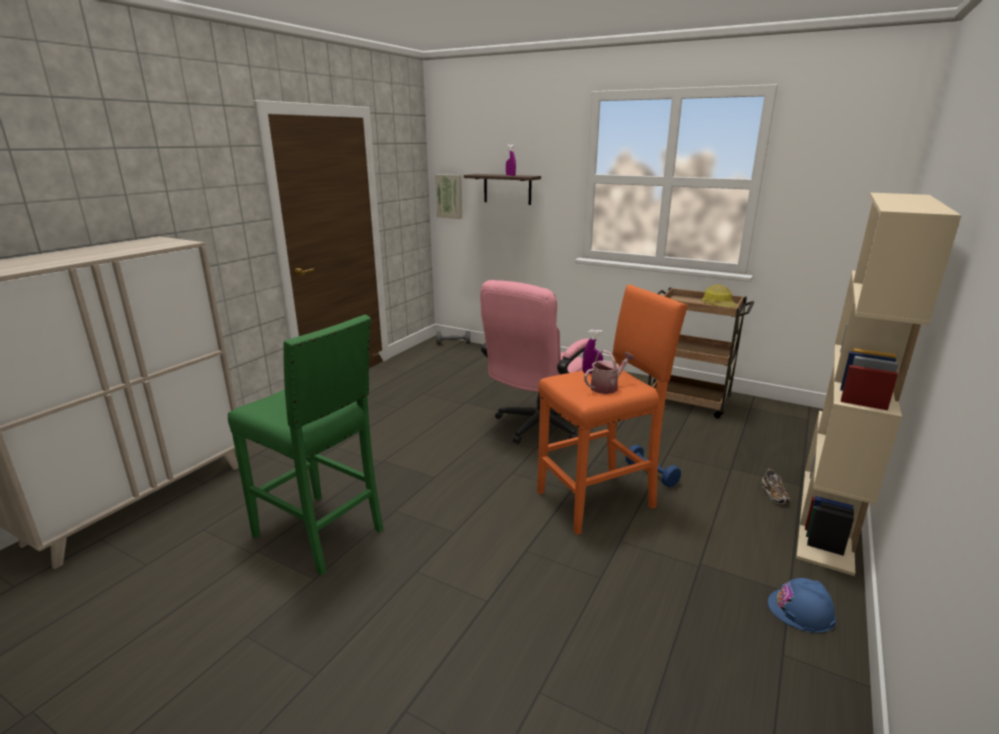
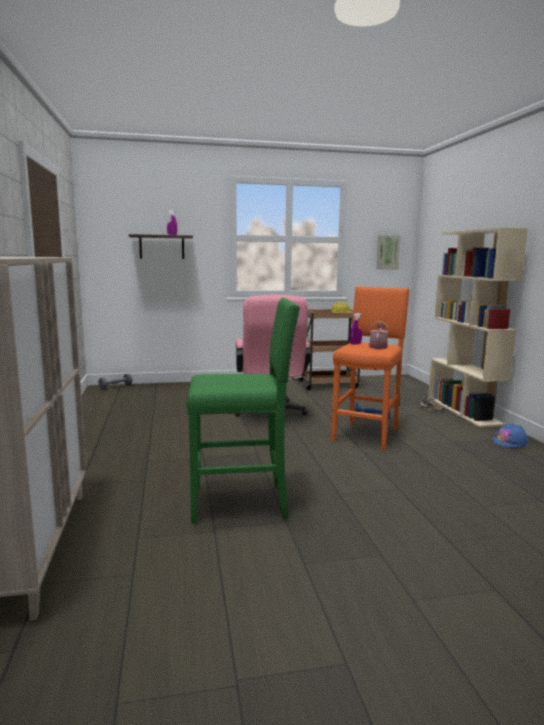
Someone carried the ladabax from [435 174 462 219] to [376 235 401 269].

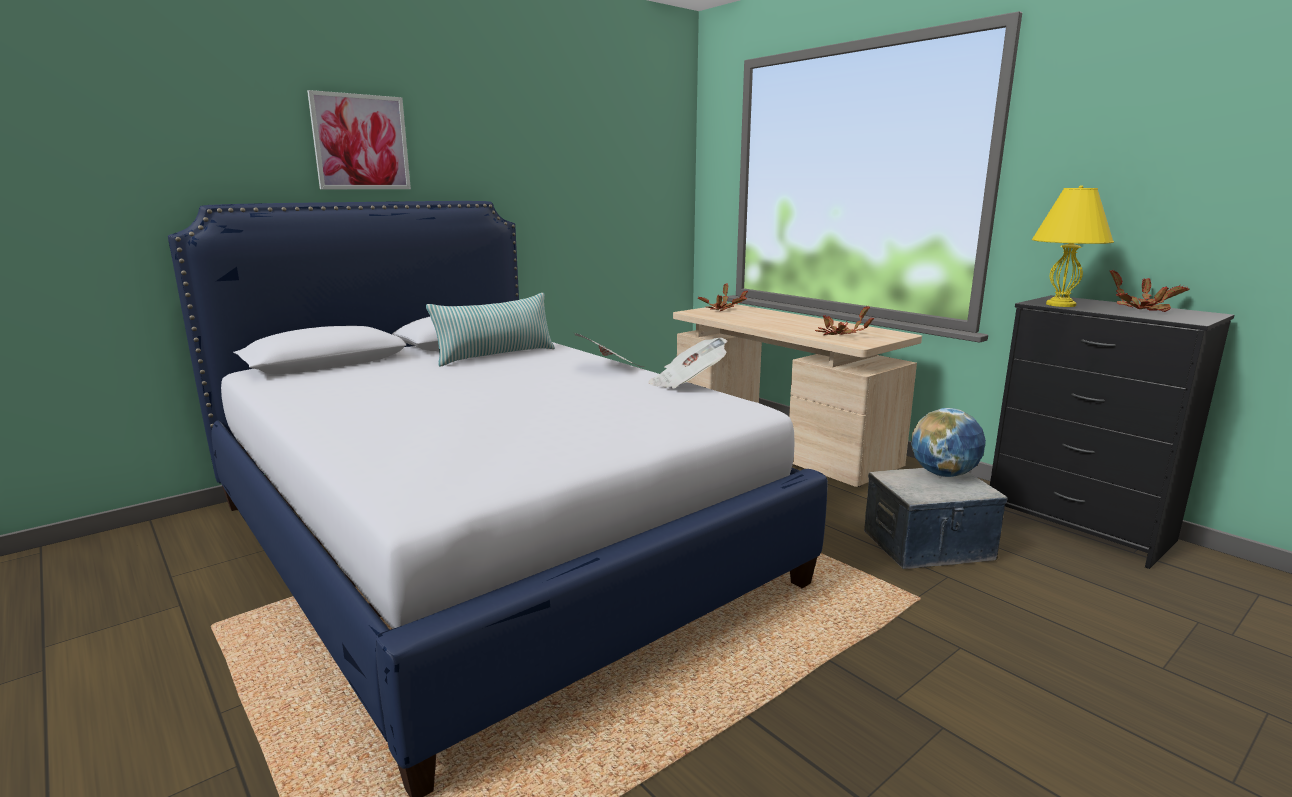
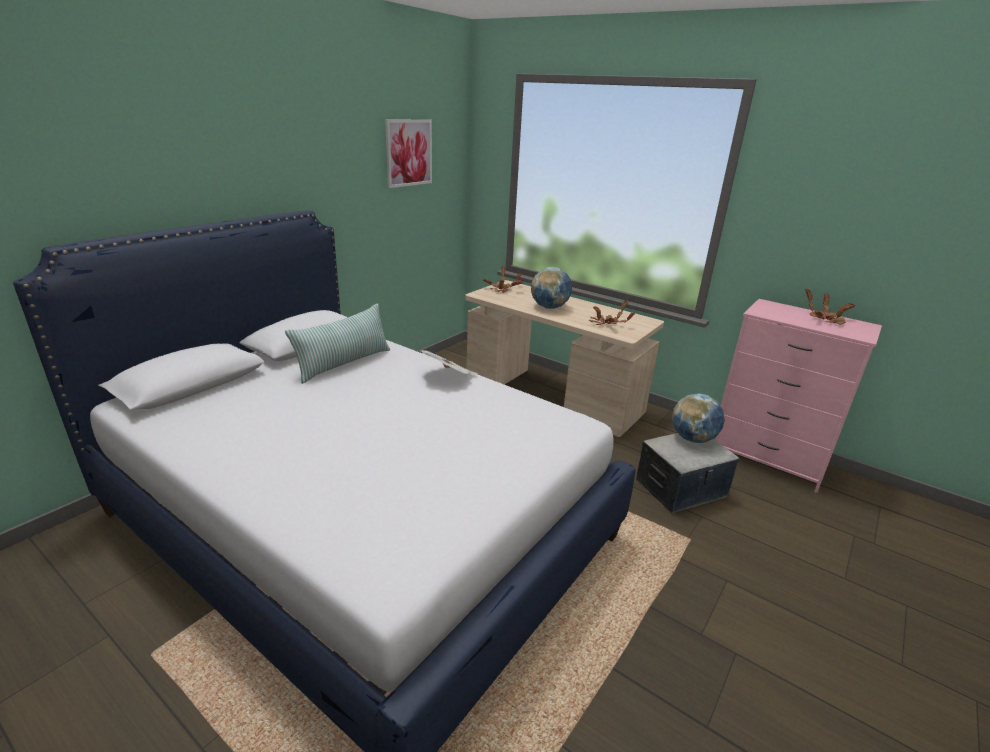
Someone carried the ladabax from [307 90 411 189] to [385 120 432 188]. Someone took away the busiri at [649 338 728 389]. Someone repainted the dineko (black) at [990 295 1234 569], which became the dineko (pink) at [714 299 882 493]. Someone took away the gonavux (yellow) at [1032 185 1114 307]. Someone put down the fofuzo at [531 267 572 309].

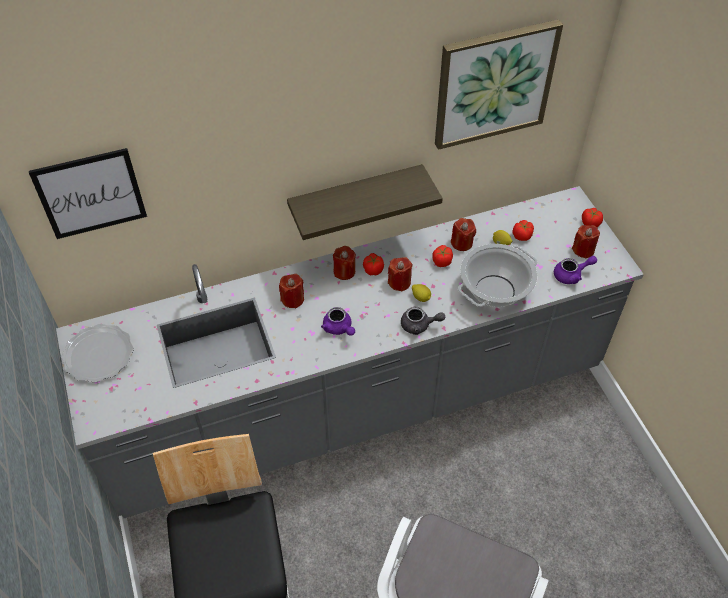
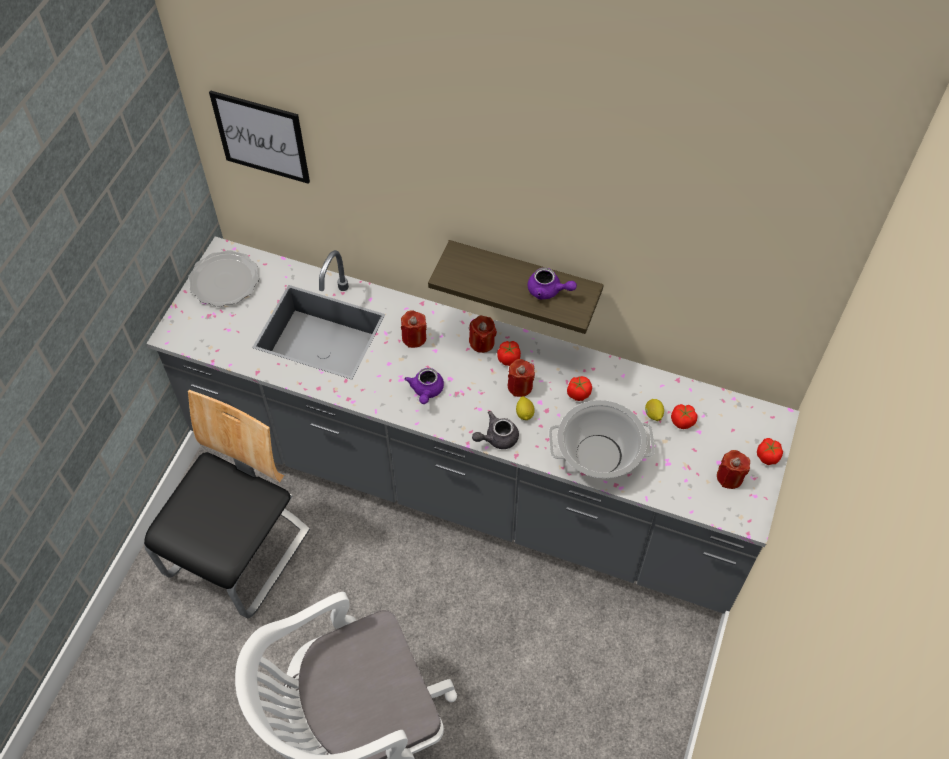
Someone rotated the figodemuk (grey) at [401 307 445 335] by 105 degrees clockwise. Someone took away the ladabax at [435 19 563 150]. Someone took away the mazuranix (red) at [451 218 476 251]. Someone carried the figodemuk (purple) from [554 256 597 284] to [528 268 577 300].

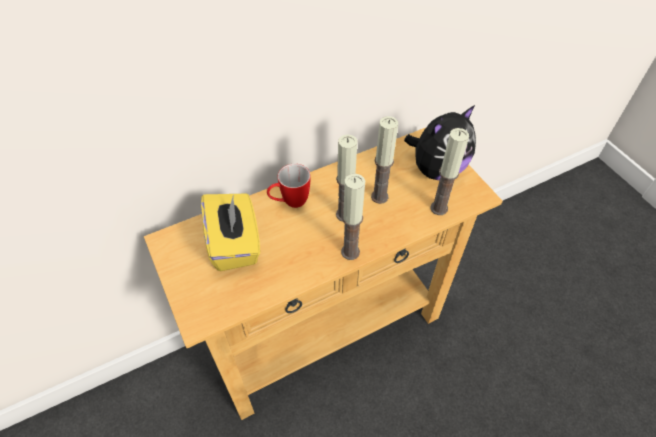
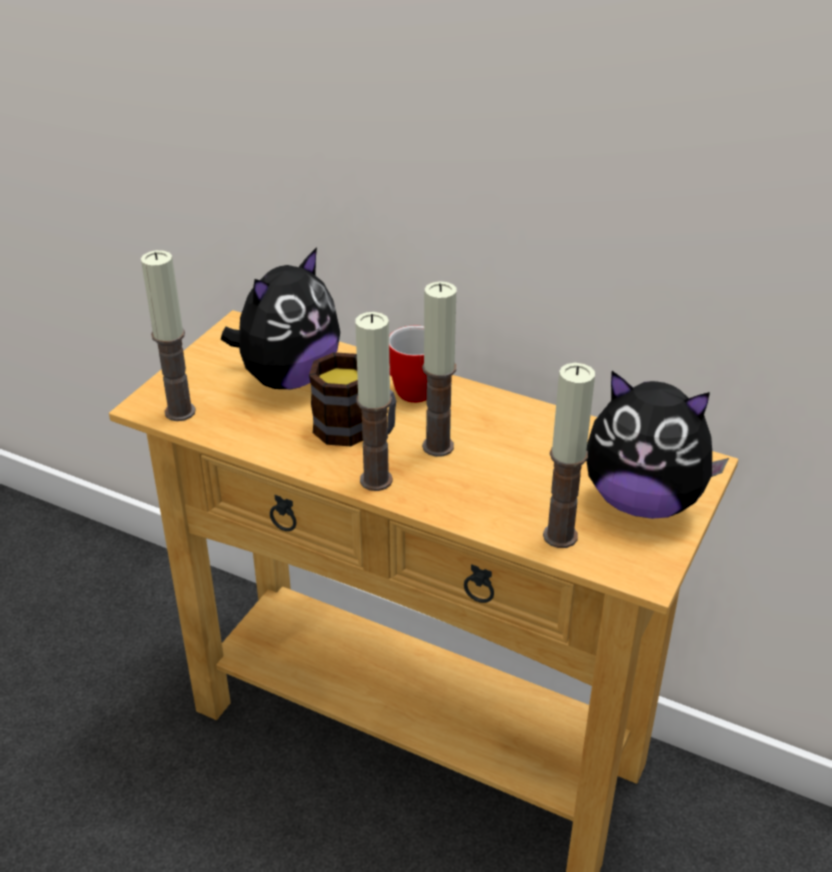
Someone swapped the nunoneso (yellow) at [201 194 260 271] for the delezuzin at [221 247 340 389]. Someone carried the mazuranix from [371 116 398 204] to [141 250 196 421]. Someone put down the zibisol at [309 352 396 446].

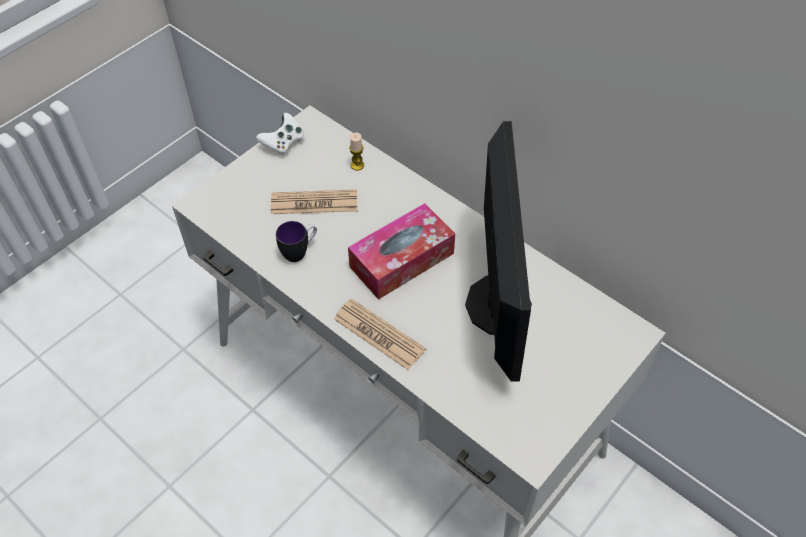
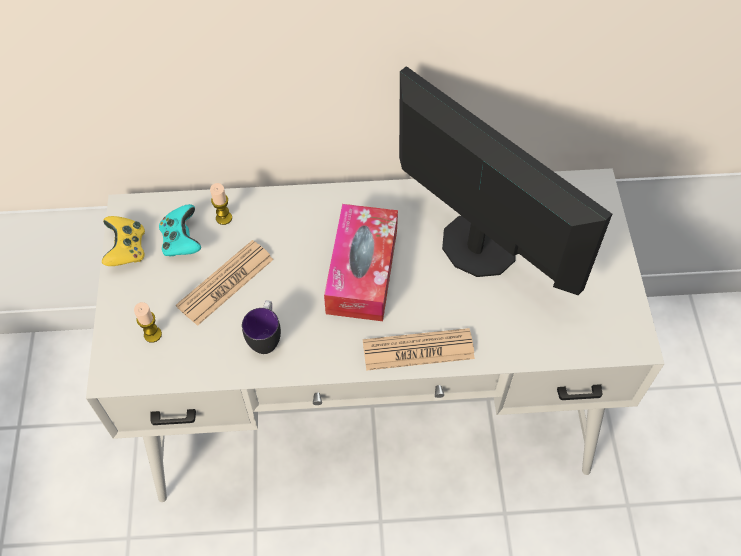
Someone repainted the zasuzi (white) at [256 113 304 155], which became the zasuzi (yellow) at [102 216 145 266]. Someone put down the mazuranix at [134 302 162 343]. Someone put down the zasuzi (turquoise) at [159 204 201 257].

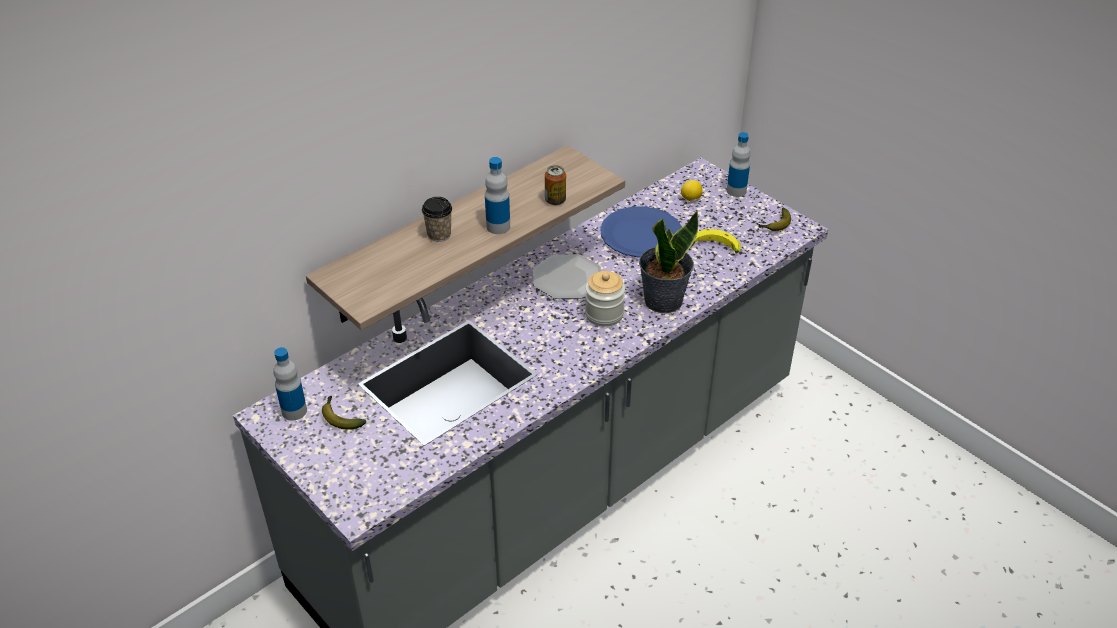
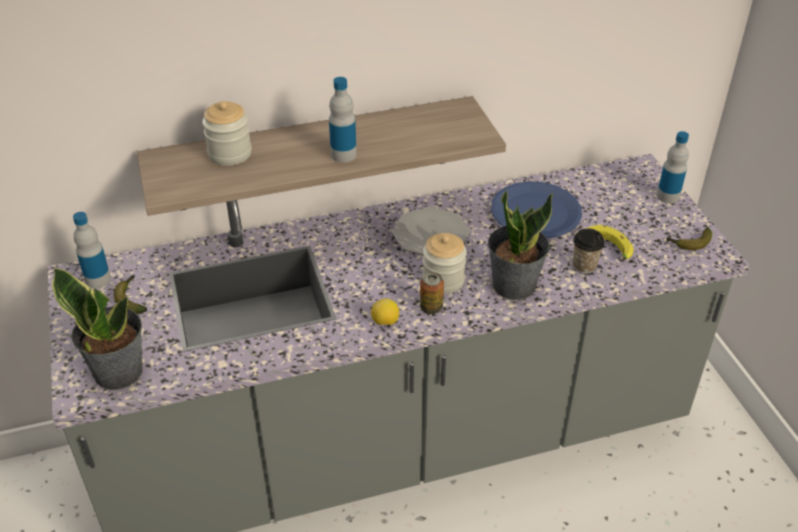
Someone carried the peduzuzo from [422 197 452 242] to [573 228 605 274]. Someone carried the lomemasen from [545 165 566 205] to [420 272 444 314]. Someone carried the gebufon from [681 180 703 201] to [371 298 399 325]. Someone put down the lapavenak at [52 267 143 390]. Someone put down the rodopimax at [202 101 252 166].

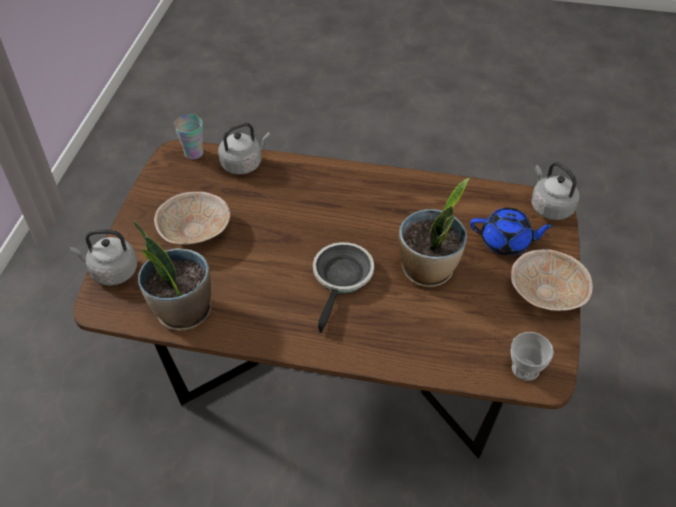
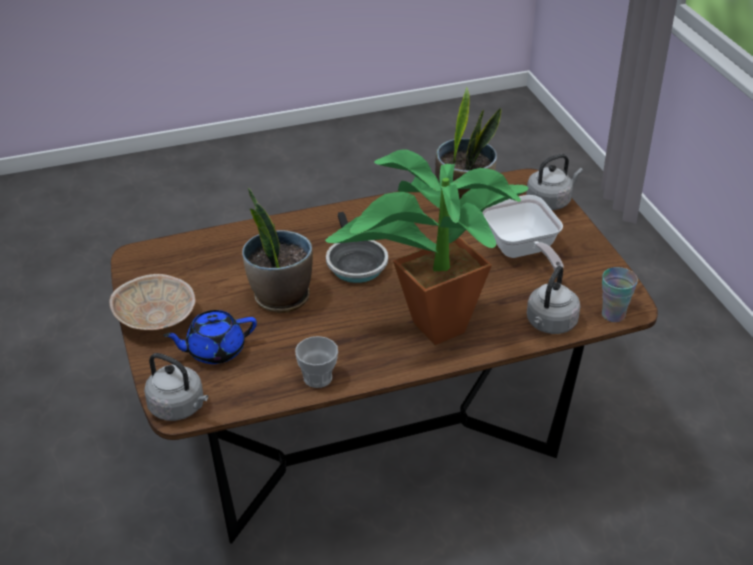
Someone swapped the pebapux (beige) at [154 191 230 245] for the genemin at [482 195 564 270]. Someone carried the peduzuzo from [511 332 554 381] to [295 336 338 388]. Someone put down the lapavenak at [325 149 528 345].

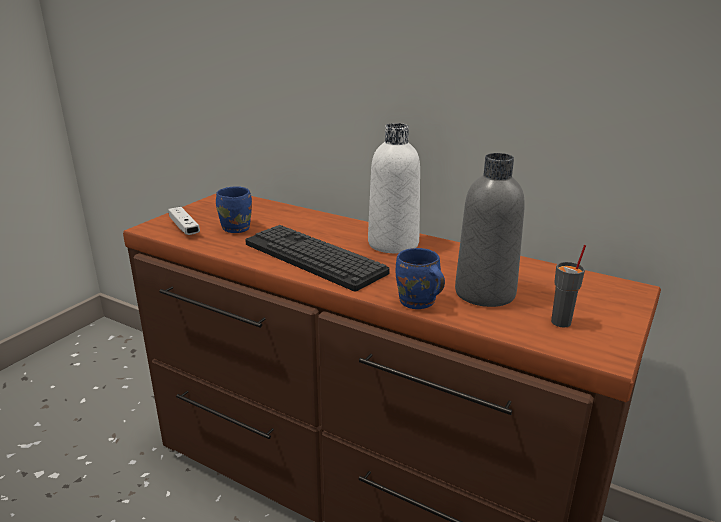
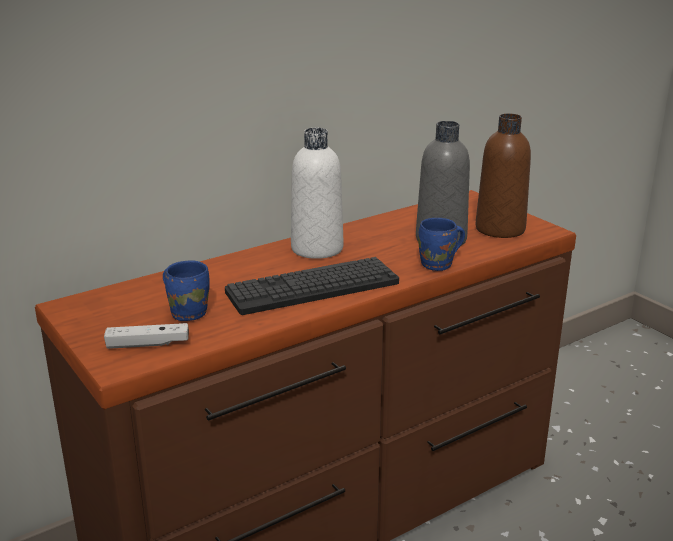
Someone swapped the peduzuzo (grey) at [551 245 586 328] for the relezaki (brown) at [476 114 531 238].

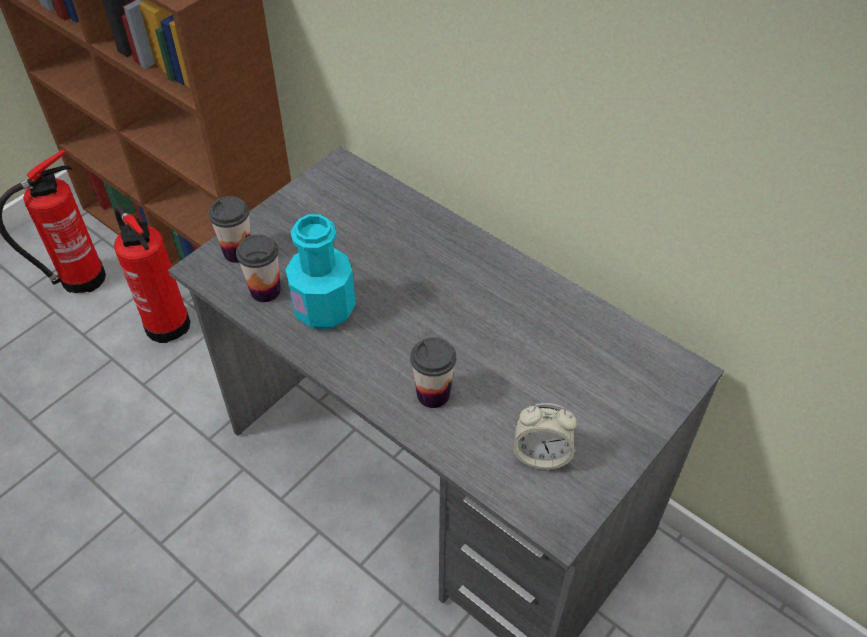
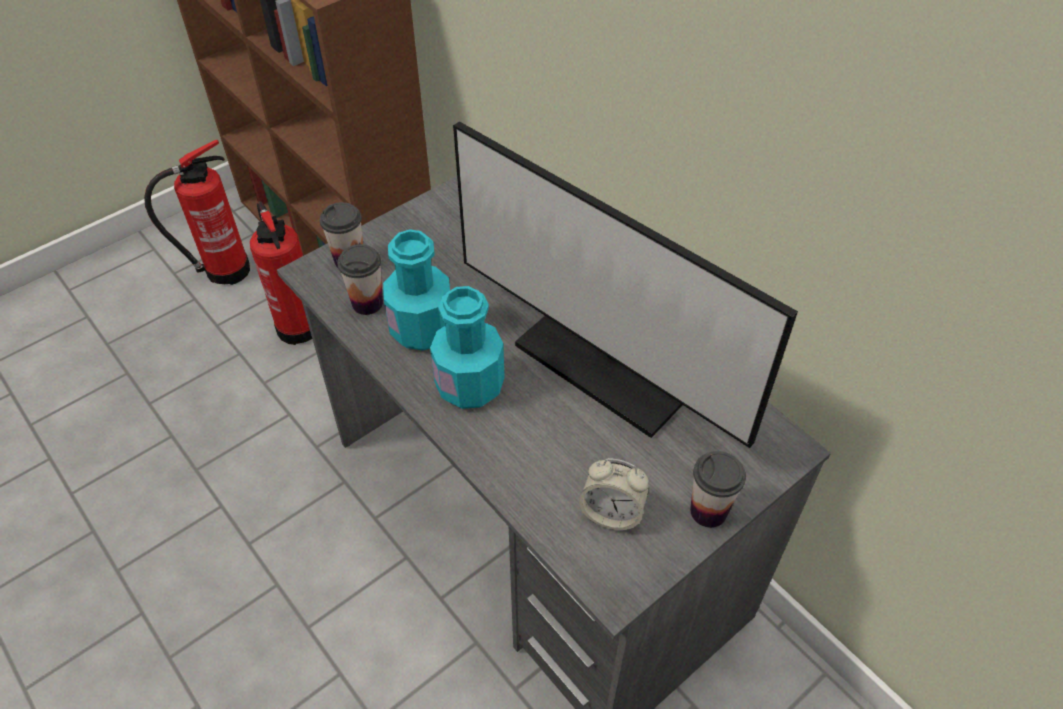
Someone carried the peduzuzo from [410 337 456 408] to [690 451 746 528]. Someone put down the relezaki (turquoise) at [430 286 505 409]. Someone put down the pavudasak at [453 121 798 448].

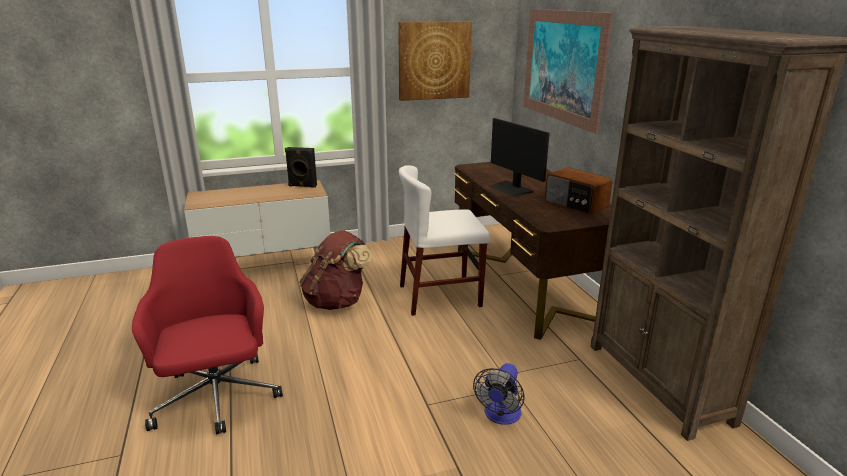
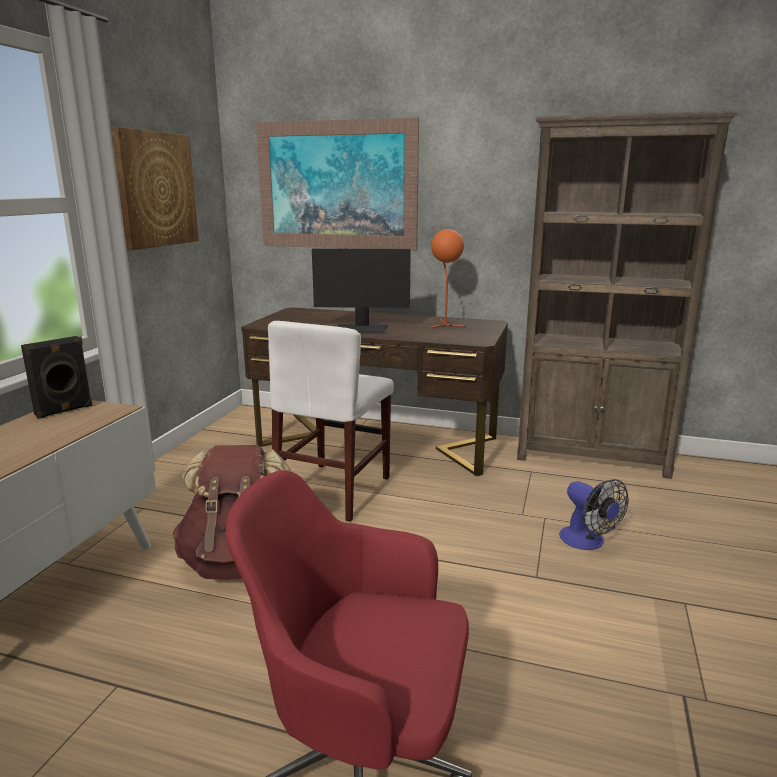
Someone swapped the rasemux at [544 167 613 215] for the gonavux (orange) at [430 229 465 328].

